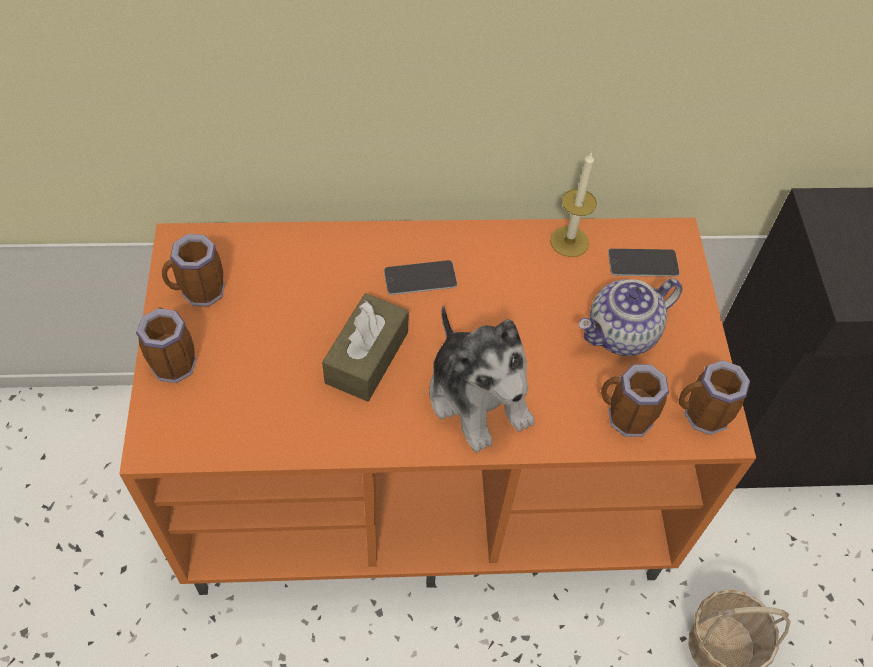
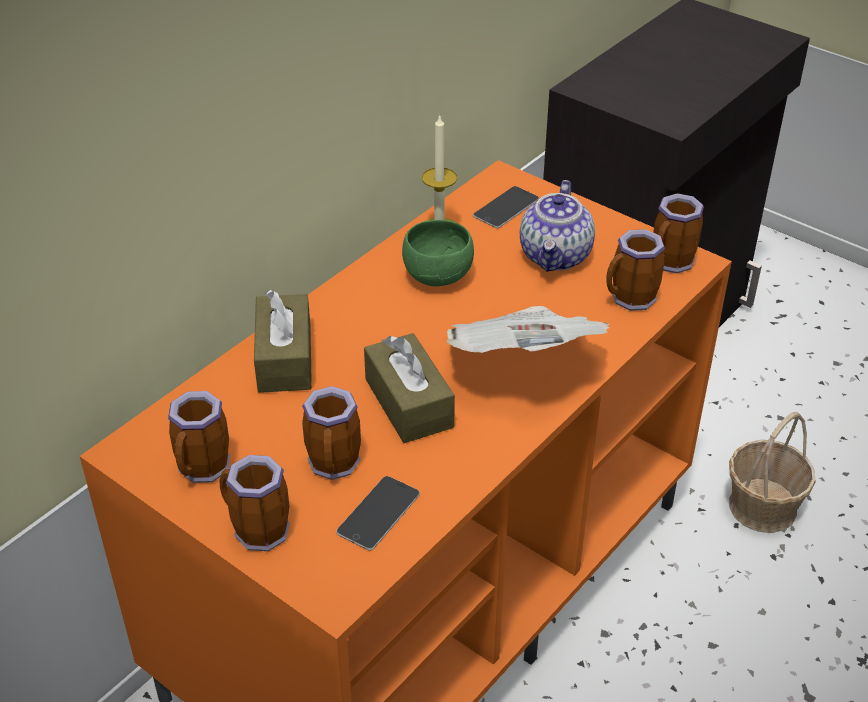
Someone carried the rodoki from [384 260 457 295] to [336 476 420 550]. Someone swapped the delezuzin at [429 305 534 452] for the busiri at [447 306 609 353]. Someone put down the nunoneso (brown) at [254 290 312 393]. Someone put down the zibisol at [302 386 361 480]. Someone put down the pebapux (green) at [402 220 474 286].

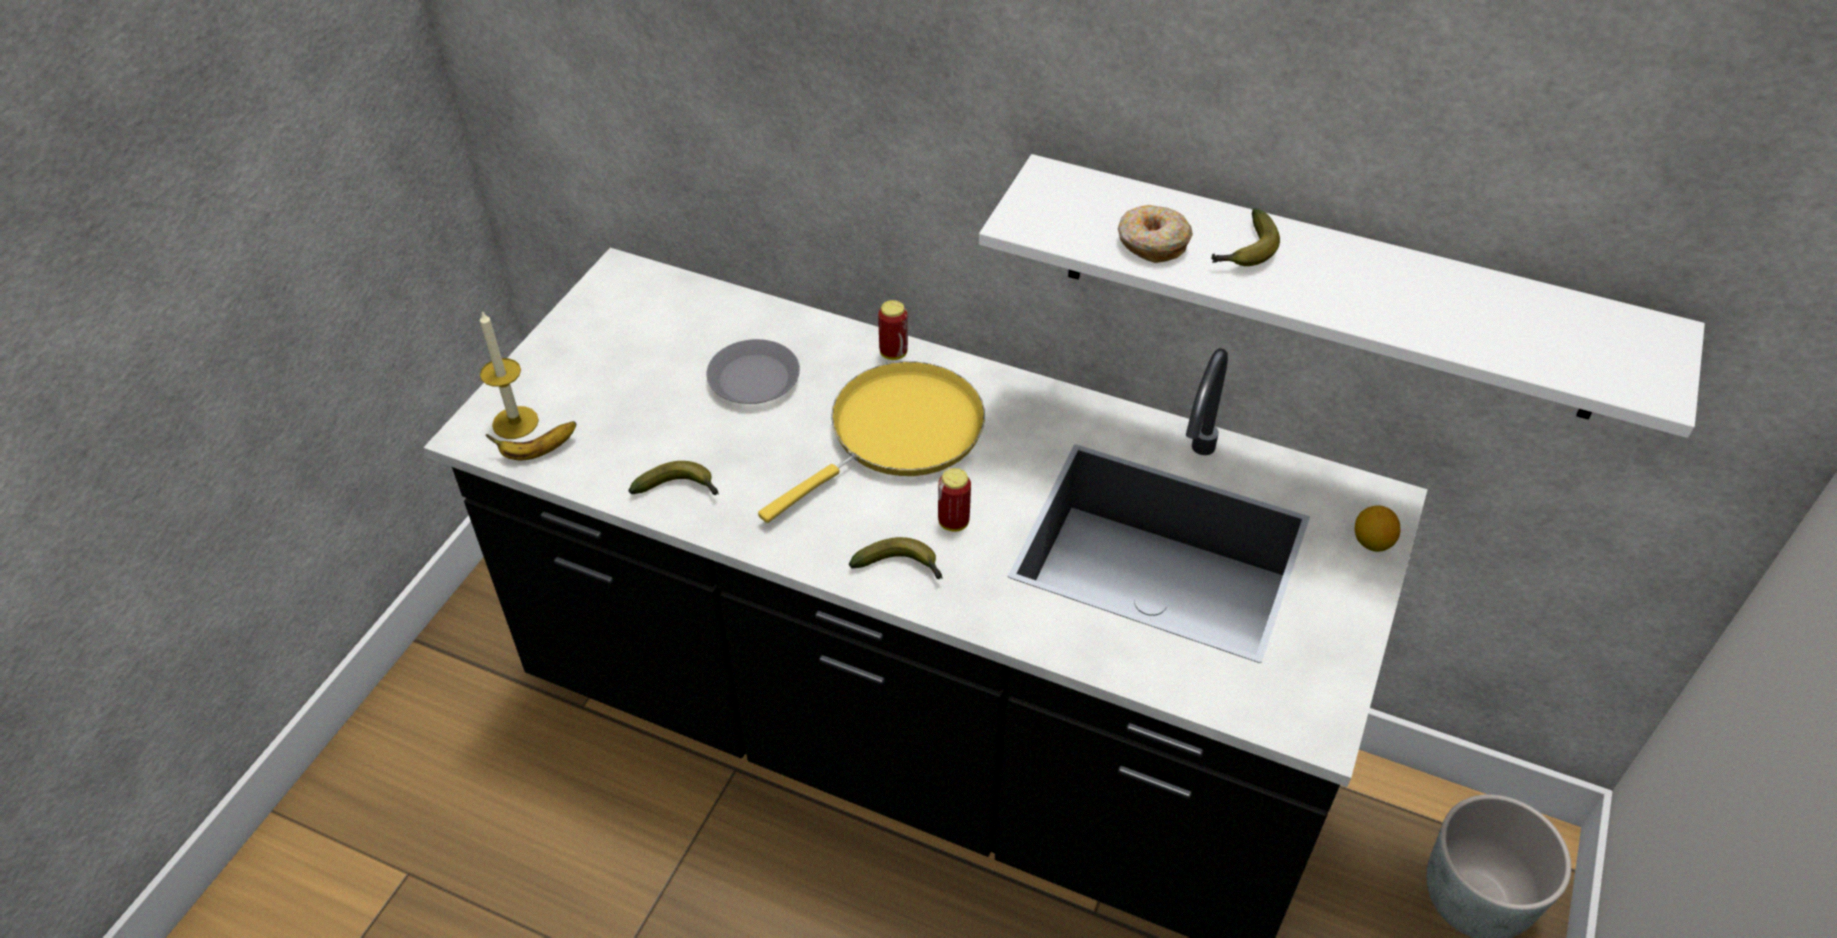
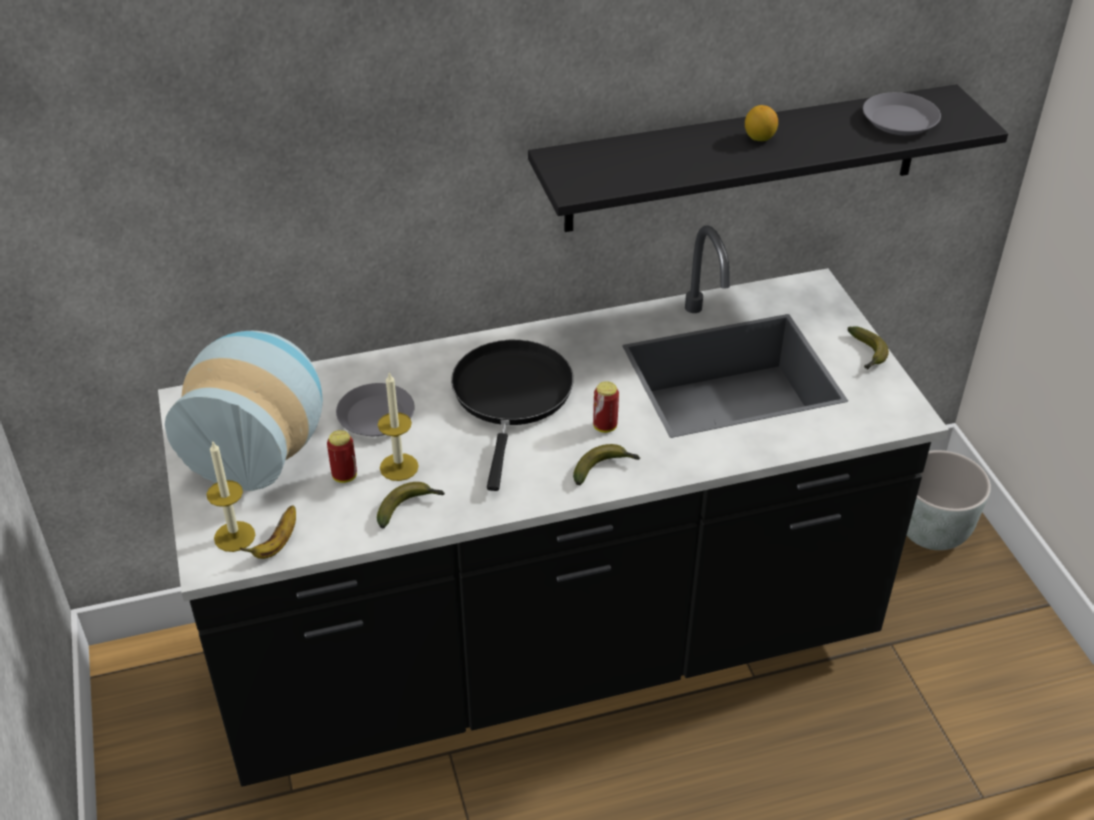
Someone repainted the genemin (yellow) at [758 361 985 523], which became the genemin (black) at [451 340 573 491]. Someone carried the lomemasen from [878 300 908 360] to [327 430 357 483]. Someone repainted the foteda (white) at [979 154 1705 438], which became the foteda (black) at [528 84 1008 232]. Someone took away the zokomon at [1118 205 1193 263]. Someone carried the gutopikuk from [1211 208 1280 266] to [847 326 889 370]. Someone carried the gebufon from [1355 506 1401 552] to [745 105 778 141]. Someone put down the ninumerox at [165 331 322 491]. Someone put down the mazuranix at [378 372 419 481]. Someone put down the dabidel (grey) at [863 92 941 135].

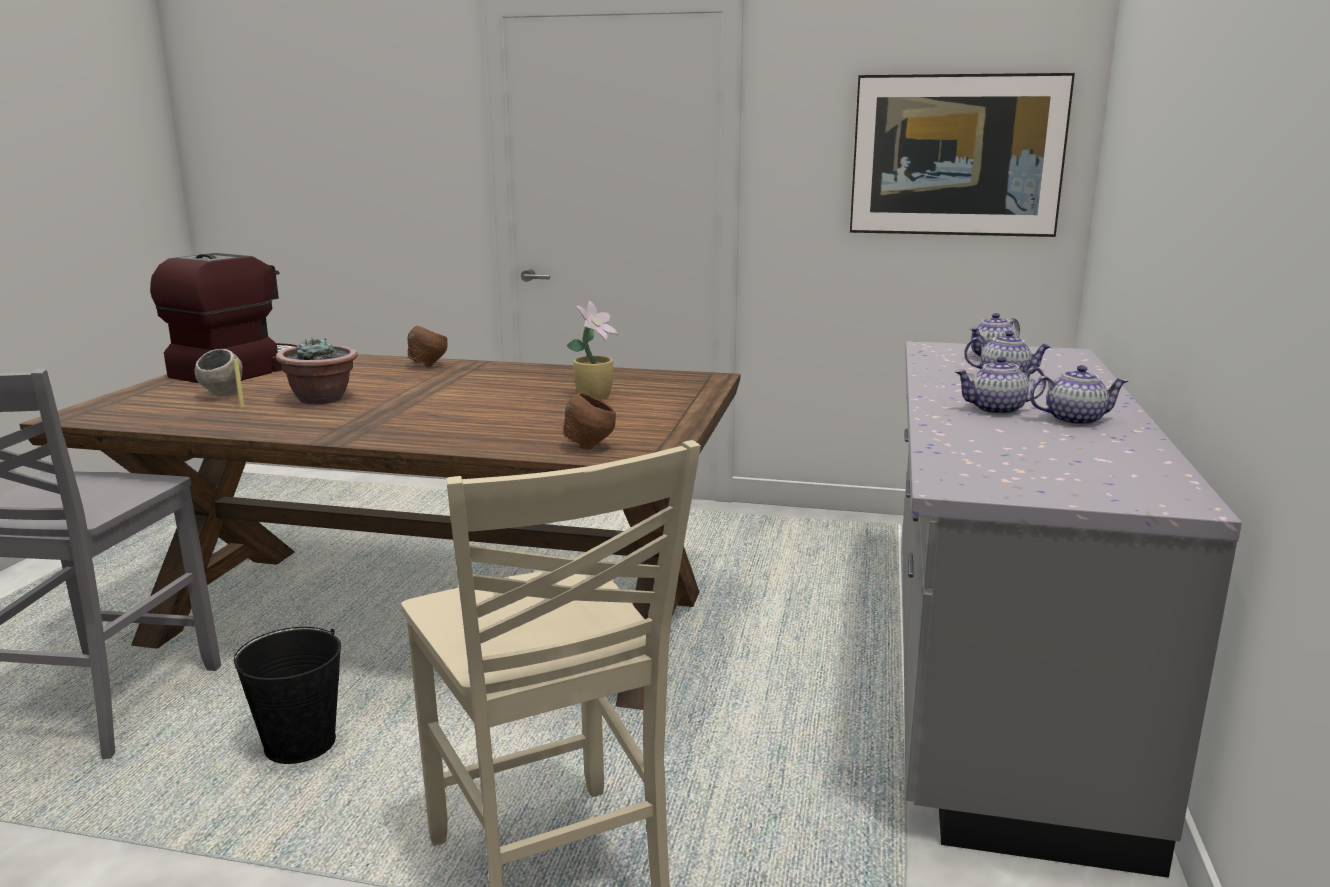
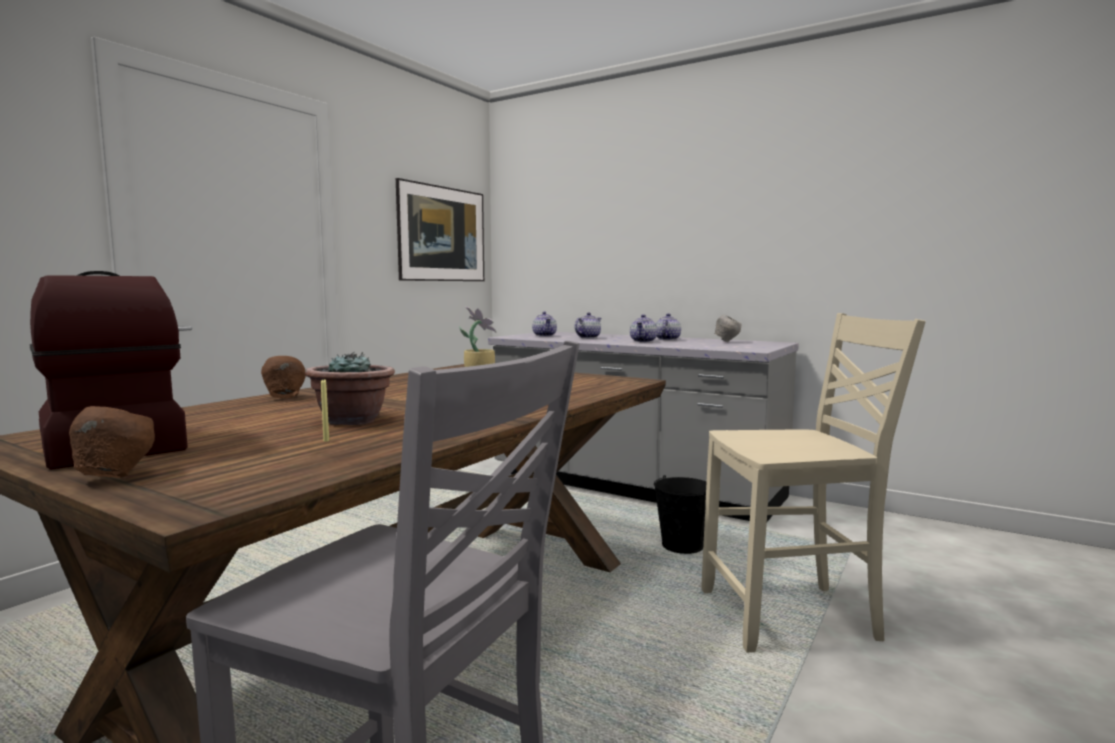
Someone carried the pebapux (grey) from [195 349 243 397] to [715 314 741 342]. Someone carried the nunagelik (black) from [234 627 341 764] to [654 475 706 554]. Someone carried the pebapux (brown) from [562 393 616 450] to [69 406 155 478].

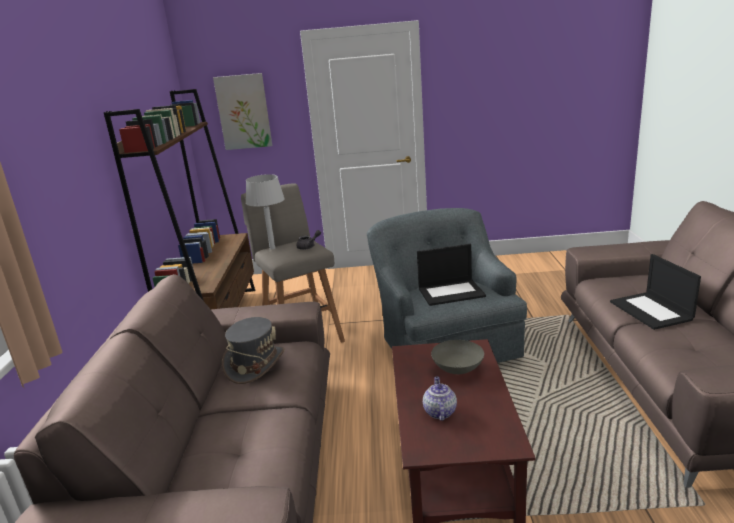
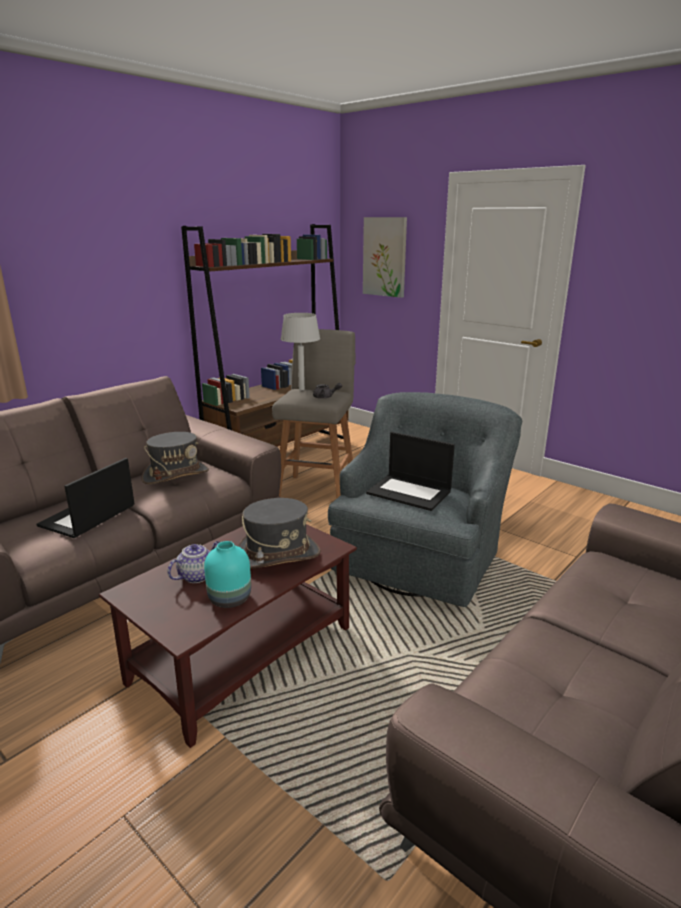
Someone swapped the pebapux (grey) at [431 340 484 374] for the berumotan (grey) at [238 498 321 569]. Someone carried the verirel from [610 254 701 330] to [36 458 135 538]. Someone put down the ninumerox (turquoise) at [204 541 251 608].

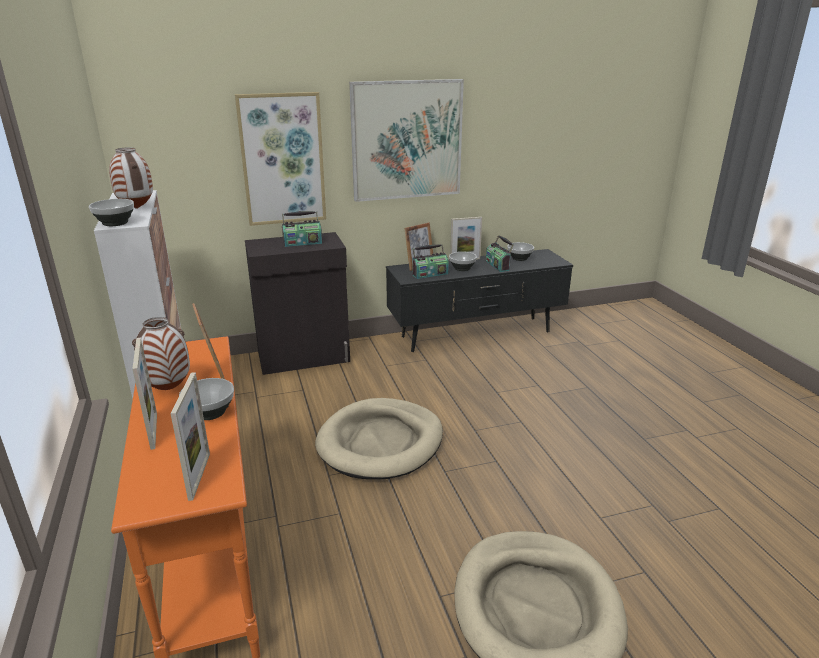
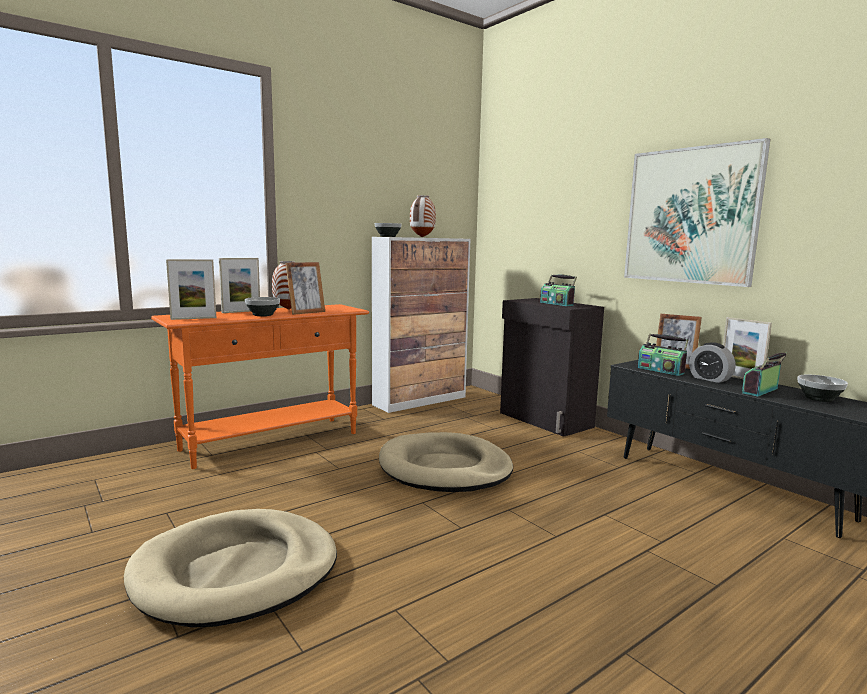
Someone took away the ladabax at [235 92 326 226]. Someone swapped the pebapux at [449 252 477 271] for the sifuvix at [689 342 736 383].

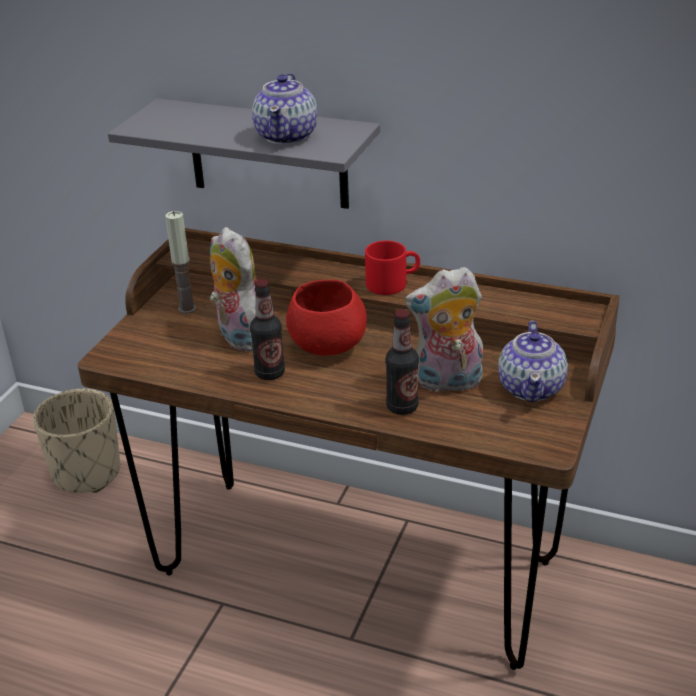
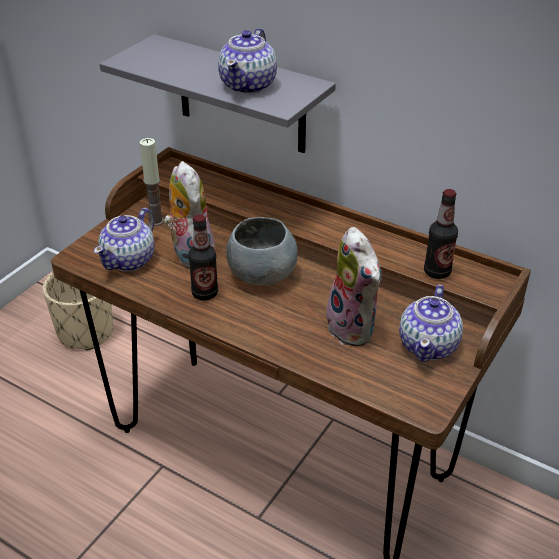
Someone repainted the pebapux (red) at [286 280 367 356], which became the pebapux (grey) at [226 217 298 285]. Someone took away the zibisol (red) at [365 240 420 295]. Someone carried the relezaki from [386 309 419 415] to [424 189 458 279]. Someone rotated the delezuzin at [405 267 483 394] by 120 degrees counterclockwise. Someone put down the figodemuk at [94 208 155 272].

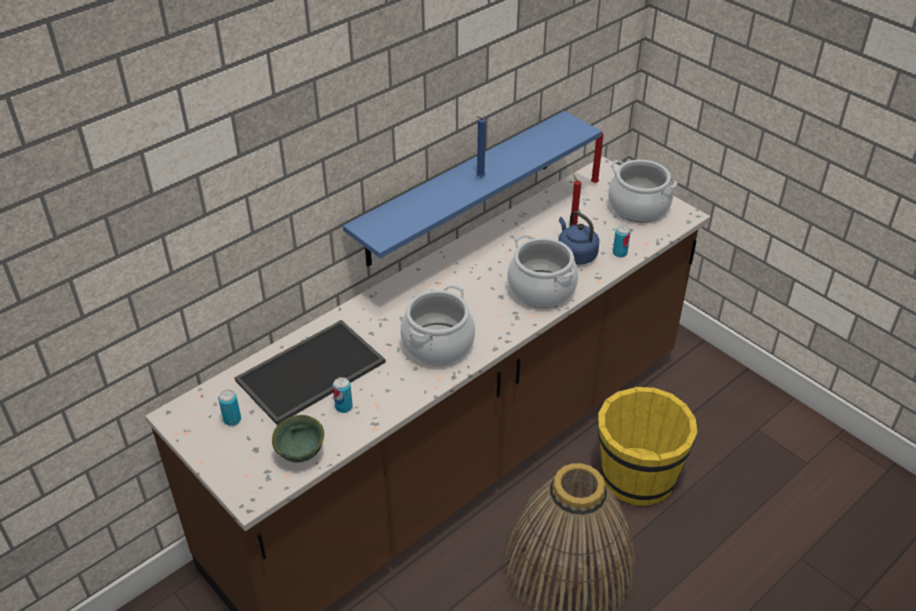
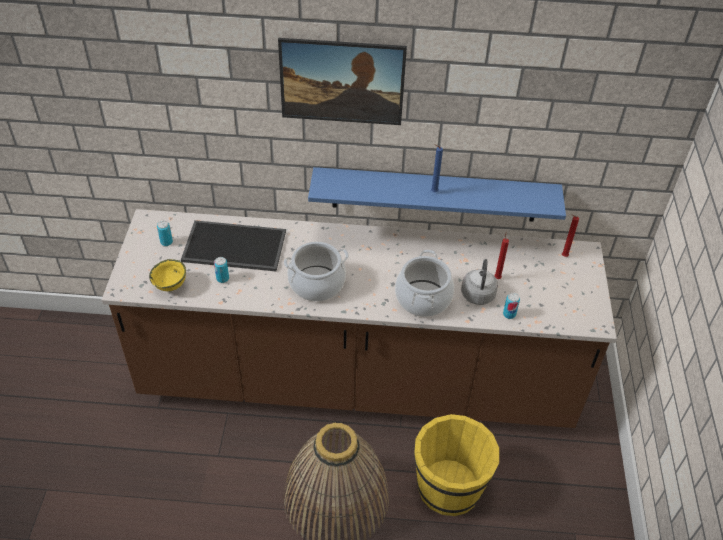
Someone repainted the pebapux (green) at [272 415 324 462], which became the pebapux (yellow) at [149 259 186 291]. Someone repainted the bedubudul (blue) at [558 211 599 265], which became the bedubudul (grey) at [461 259 498 305]. Someone took away the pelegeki at [608 160 677 222]. Someone put up the ladabax at [278 38 407 125].

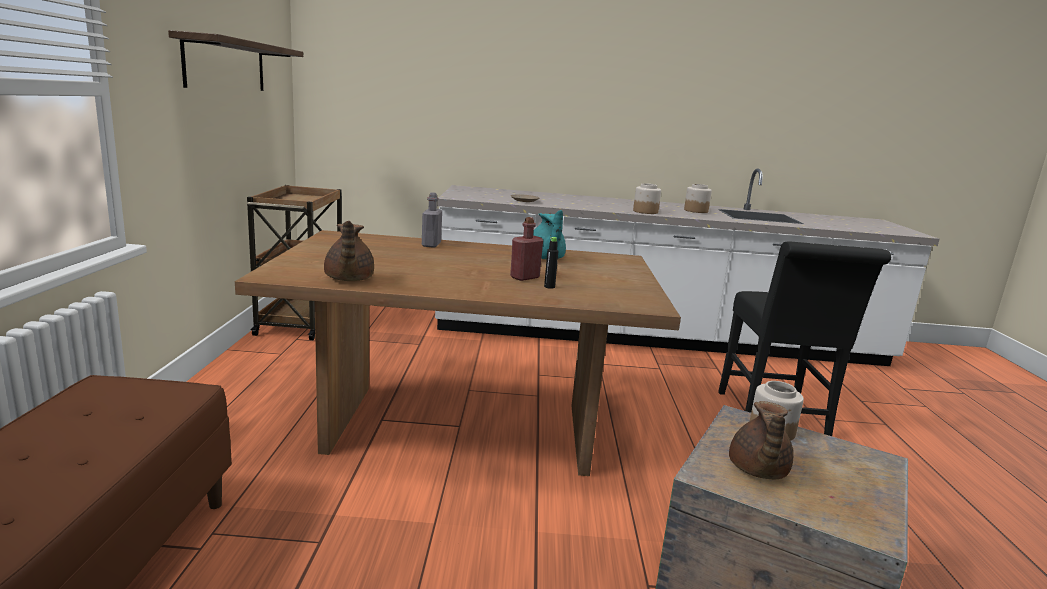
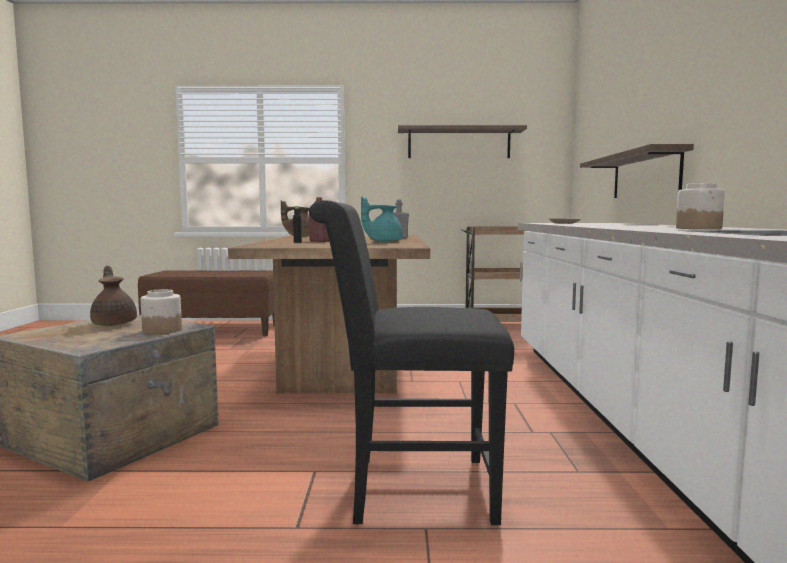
Someone took away the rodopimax at [633 183 661 214]. Someone rotated the figodemuk (brown) at [729 401 793 479] by 45 degrees clockwise. Someone put up the foteda at [580 144 694 198].

